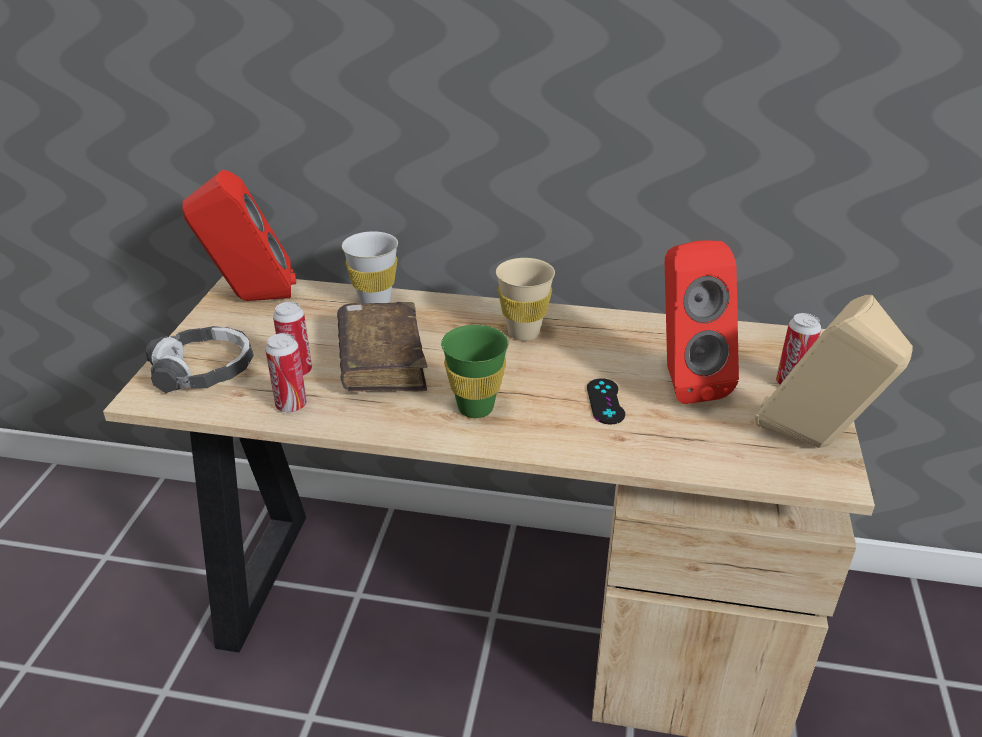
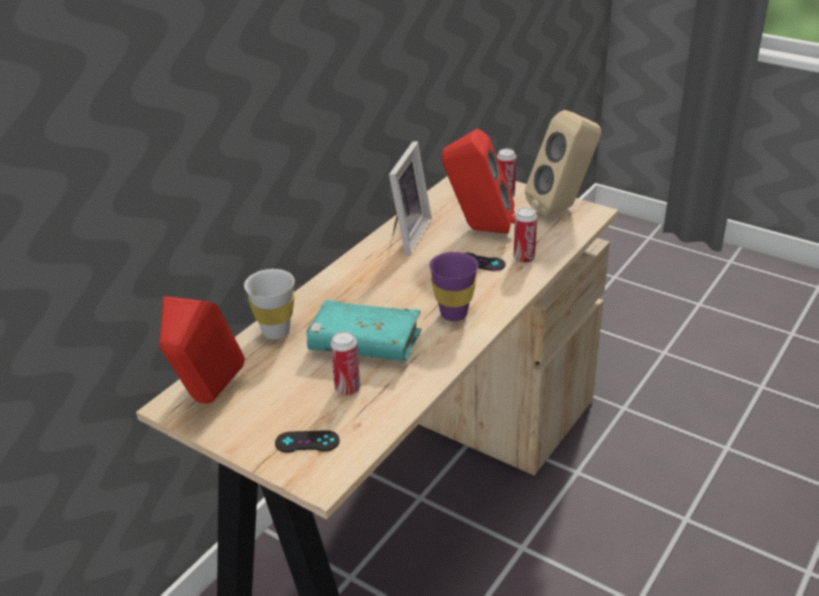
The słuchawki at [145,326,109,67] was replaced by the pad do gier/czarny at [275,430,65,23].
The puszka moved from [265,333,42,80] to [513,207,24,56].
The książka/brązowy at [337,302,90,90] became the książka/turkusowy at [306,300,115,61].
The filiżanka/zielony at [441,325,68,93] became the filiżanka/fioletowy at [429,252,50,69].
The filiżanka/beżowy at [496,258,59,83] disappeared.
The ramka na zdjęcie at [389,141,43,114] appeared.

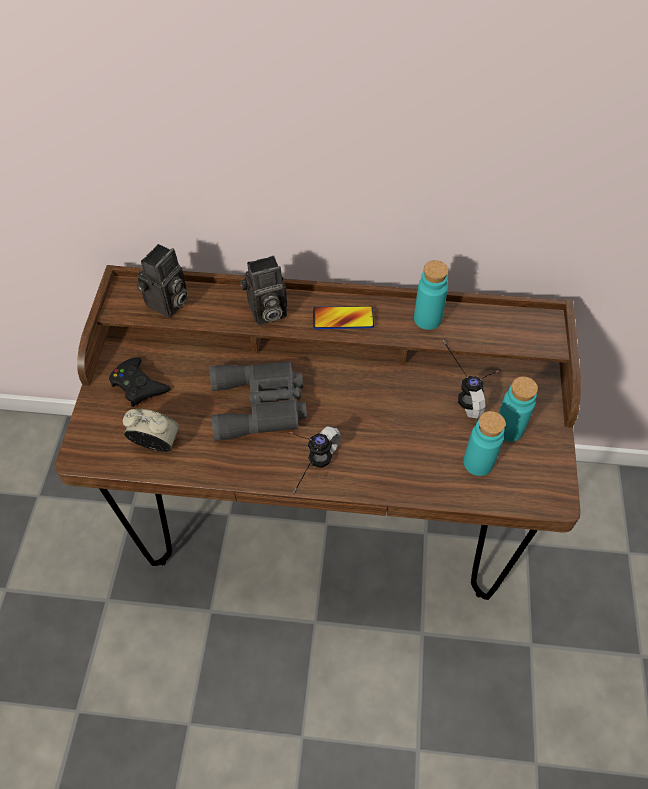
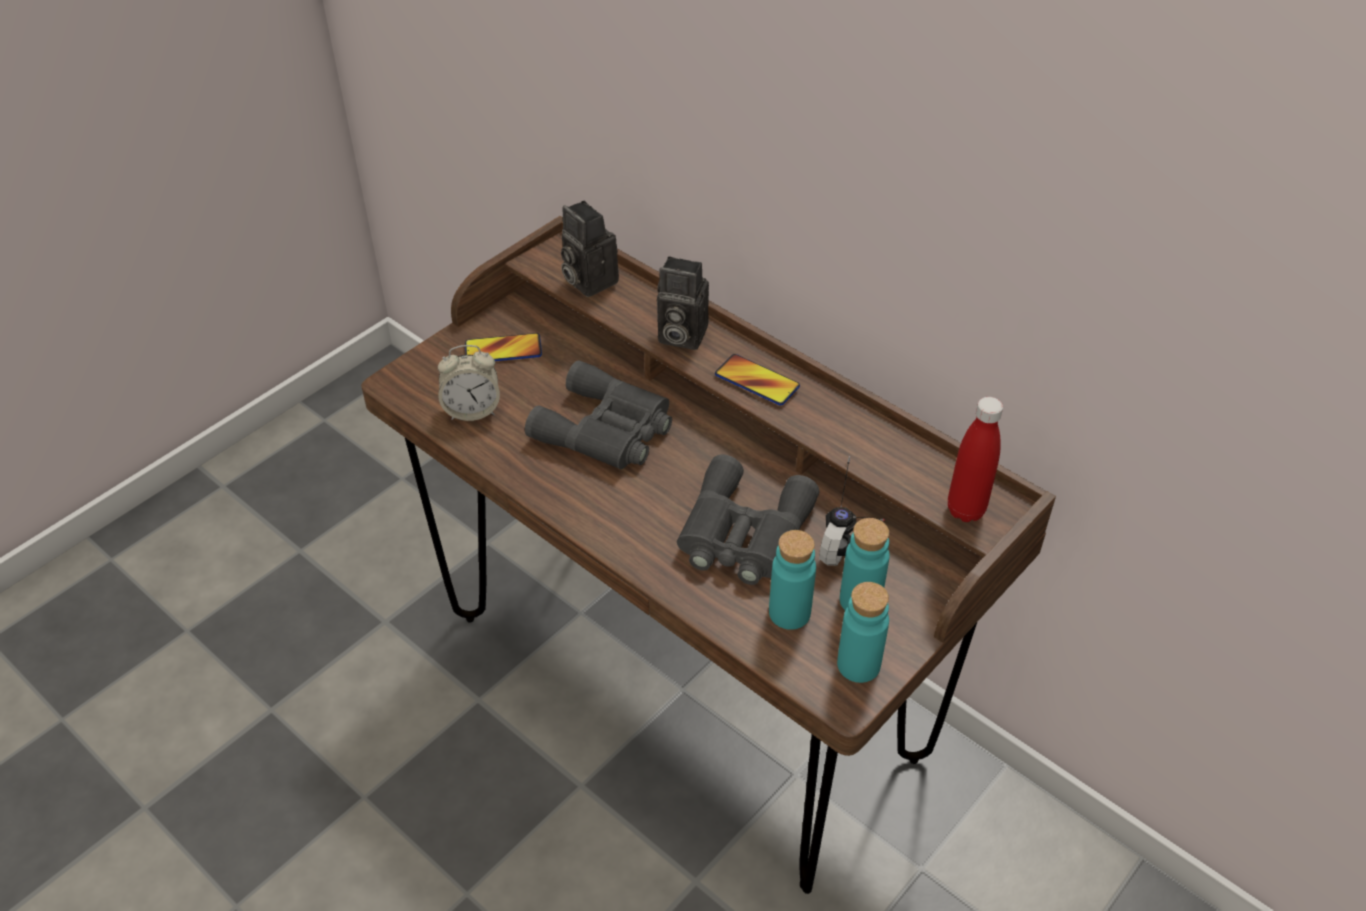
The pad do gier/czarny at [109,357,62,50] was replaced by the telefon at [465,333,77,28].
The budzik at [123,409,57,43] turned 120 degrees clockwise.
The aparat fotograficzny at [136,244,52,73] turned 75 degrees clockwise.
The słuchawki at [290,426,51,68] disappeared.
The butelka/turkusowy moved from [414,260,34,70] to [837,582,52,101].
The lornetka/szary at [677,454,142,131] appeared.
The butelka/czerwony at [948,397,55,125] appeared.

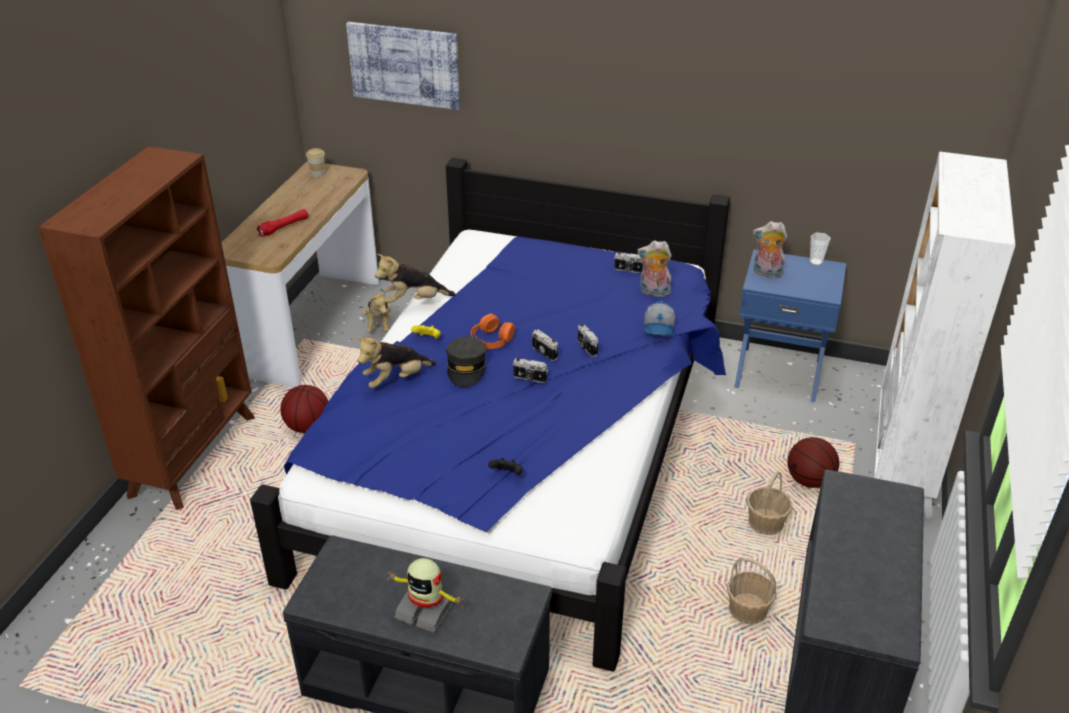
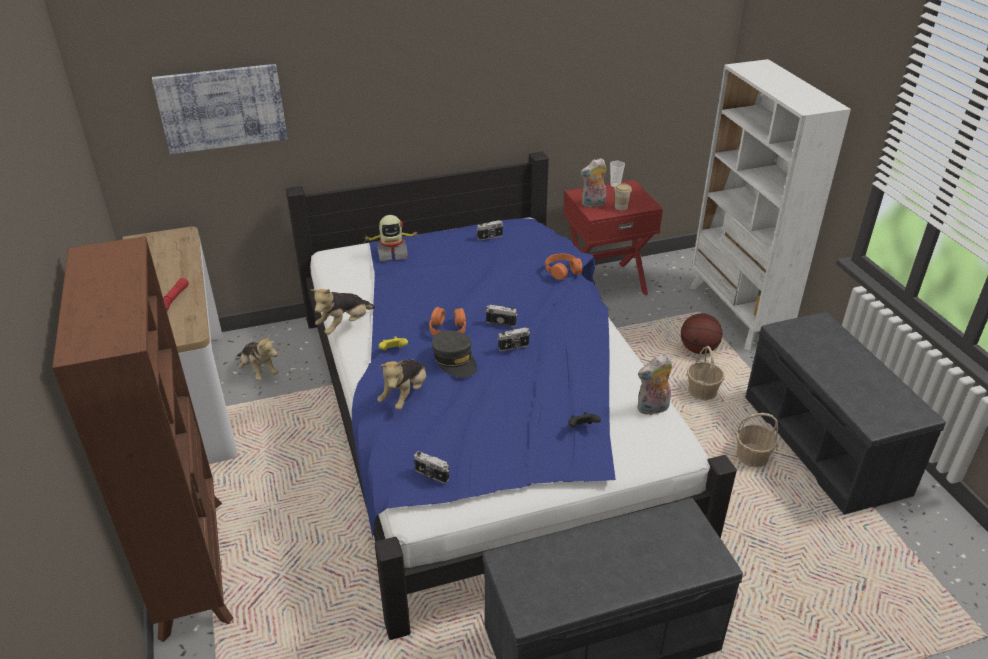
The piłka do koszykówki at [280,385,49,48] disappeared.
The filiżanka moved from [306,148,19,29] to [614,183,18,28].
The robot zabawkowy moved from [386,558,79,75] to [364,215,55,46].
The aparat fotograficzny moved from [578,324,20,33] to [414,451,35,33].
The pluszak moved from [637,240,35,57] to [637,354,35,61].
The czapka z daszkiem at [644,300,31,36] was replaced by the słuchawki/pomarańczowy at [546,254,36,26].
The szafka nocna/niebieski at [734,249,112,153] became the szafka nocna/czerwony at [563,180,100,115].

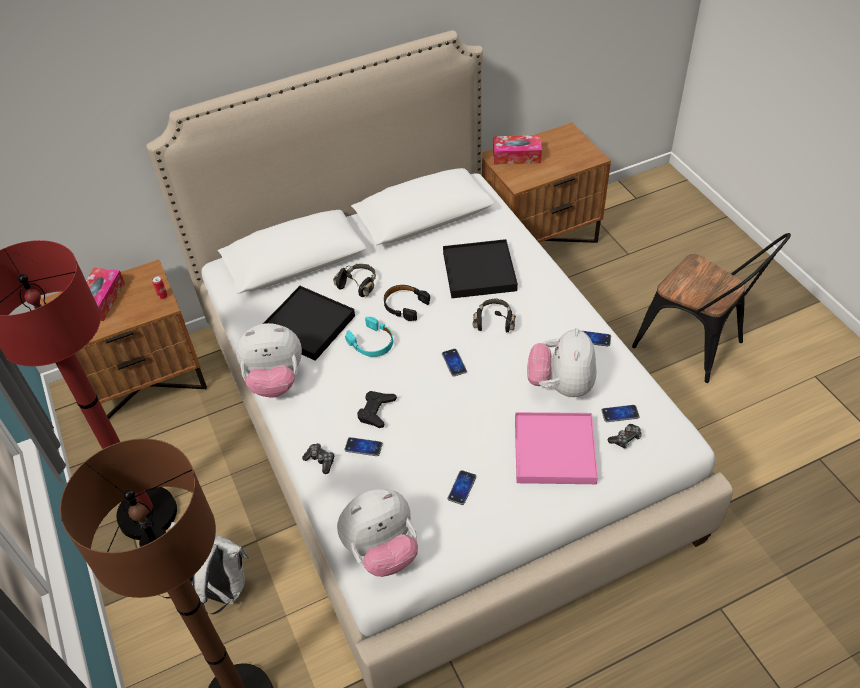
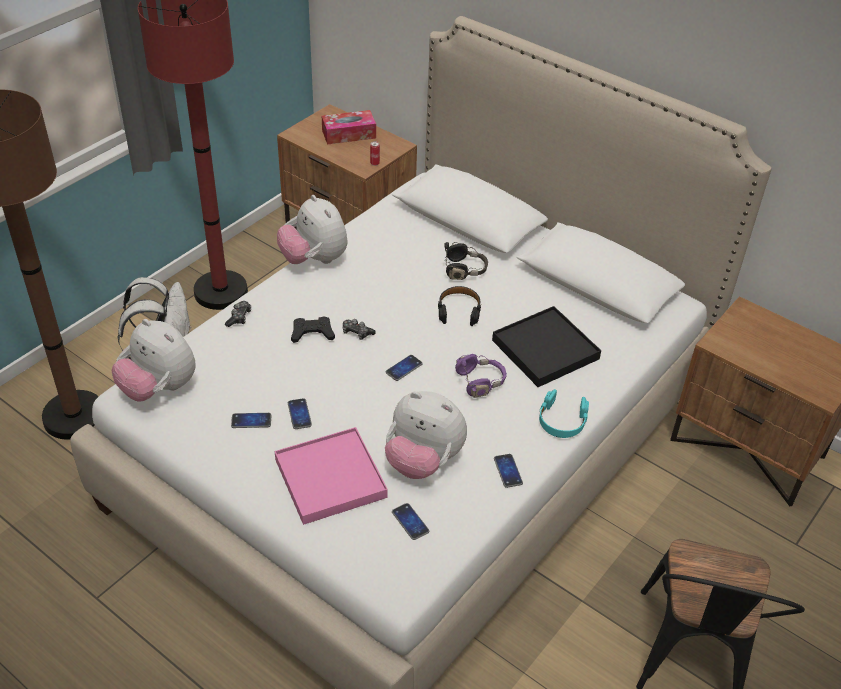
The taca/czarny at [263,286,92,75] disappeared.
The telefon moved from [344,437,39,19] to [288,398,24,31].
The słuchawki/turkusowy moved from [345,317,48,40] to [539,389,50,49].
The słuchawki/czarny at [473,298,43,34] became the słuchawki/fioletowy at [455,354,52,44].
The pudełko chusteczek at [493,135,49,30] disappeared.
The pluszak at [527,328,69,69] turned 135 degrees counterclockwise.
The pad do gier moved from [608,424,34,25] to [343,319,33,21].

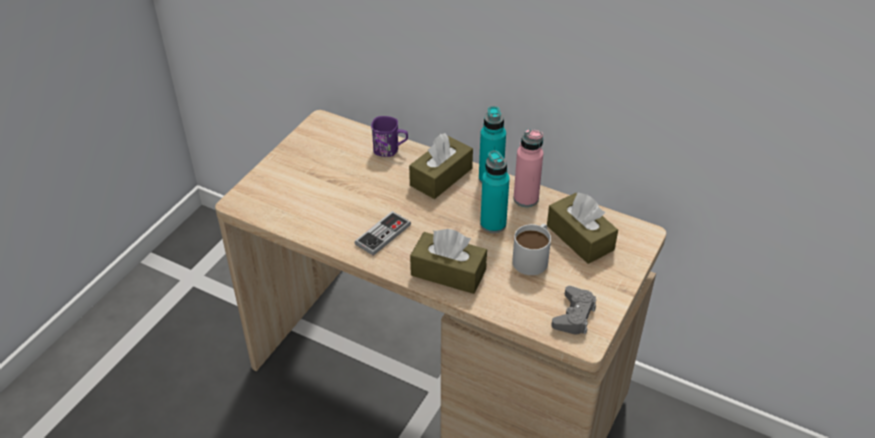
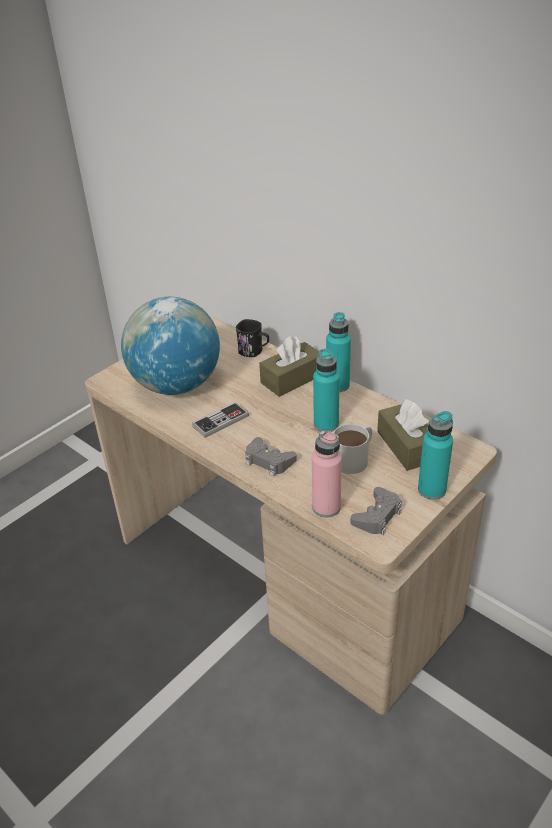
The kubek/fioletowy at [371,116,37,41] became the kubek/czarny at [236,319,33,38].
The pudełko chusteczek/brązowy at [410,229,77,65] was replaced by the pad do gier/szary at [245,437,52,39].
The butelka/różowy moved from [513,129,30,78] to [312,430,30,88].
The globus at [121,297,99,98] appeared.
The butelka/turkusowy at [418,411,35,89] appeared.

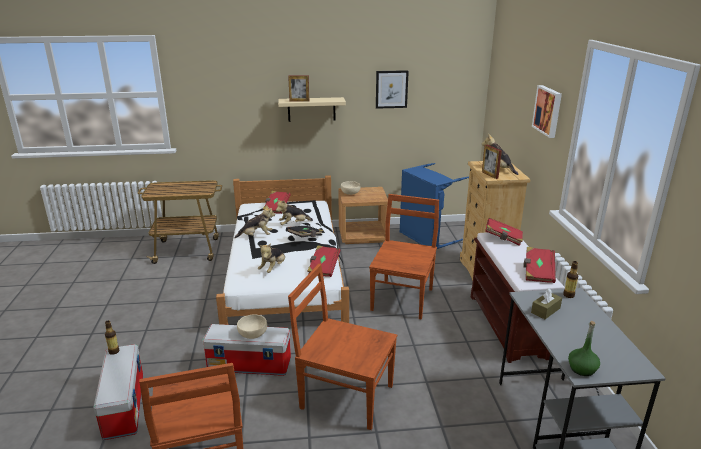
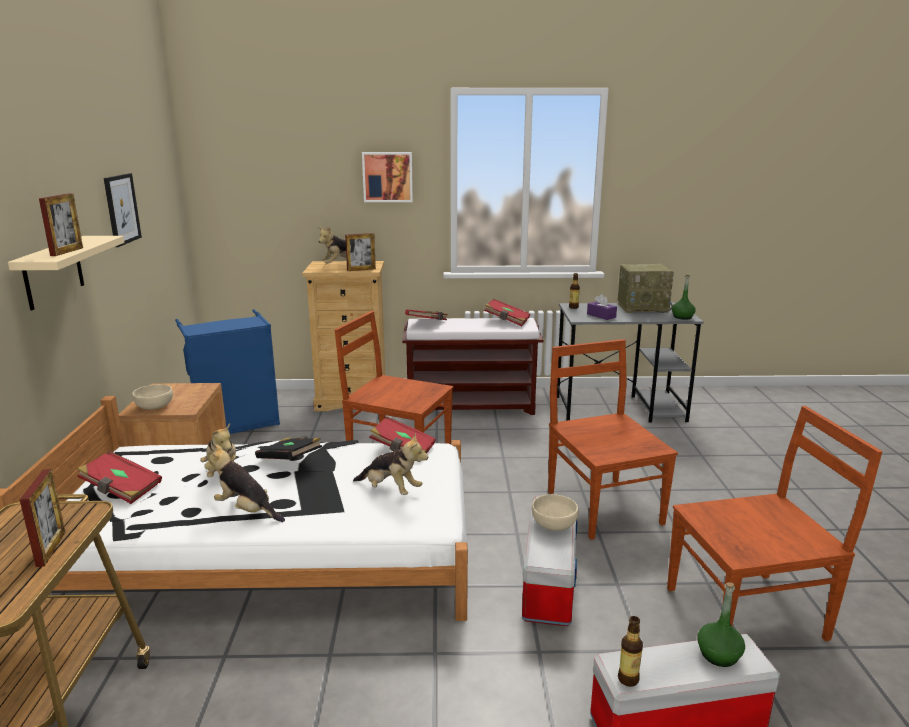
The pluszak at [234,205,41,33] turned 60 degrees counterclockwise.
The krzesło/brązowy at [288,264,109,166] turned 135 degrees clockwise.
The pudełko chusteczek/brązowy at [531,288,31,31] became the pudełko chusteczek/fioletowy at [587,294,30,26].
The ramka na zdjęcie at [20,469,46,98] appeared.
The radio at [618,264,56,49] appeared.
The butelka/zielony at [697,582,48,85] appeared.

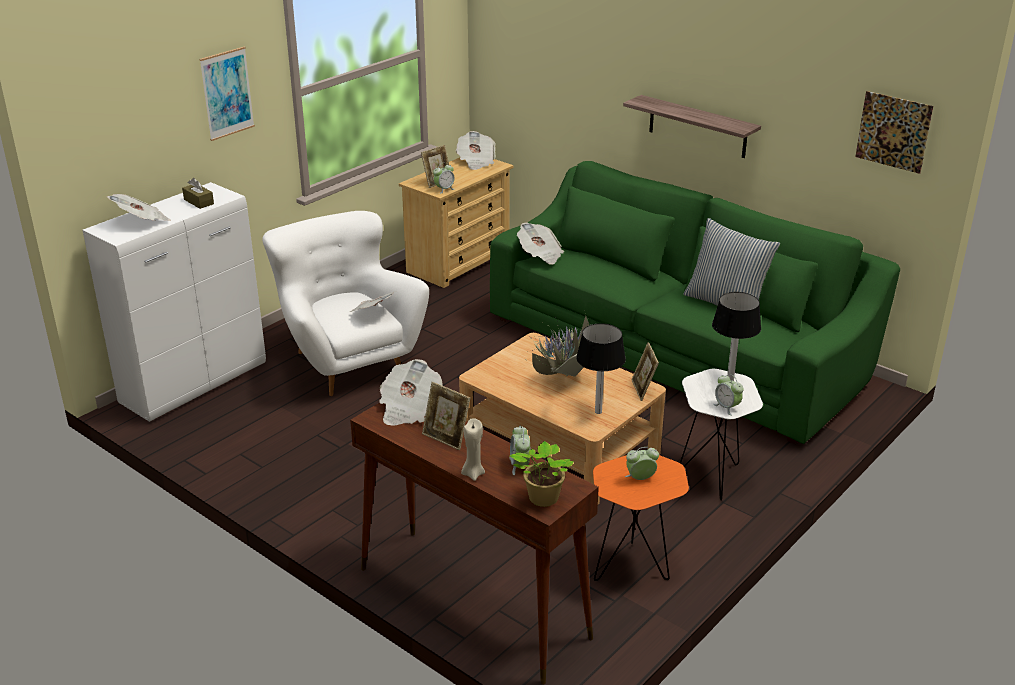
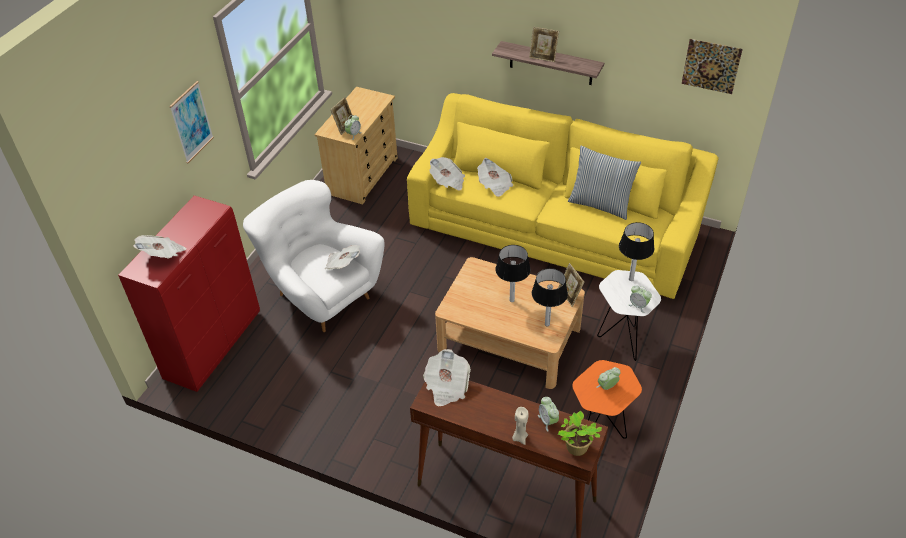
The szafka/biały at [82,182,184,240] became the szafka/czerwony at [118,195,142,197].
The pudełko chusteczek/brązowy at [182,178,32,31] disappeared.
The ramka na zdjęcie moved from [422,382,48,68] to [529,27,30,35].
The gazeta moved from [456,131,40,39] to [477,158,36,39].
The kanapa/zielony at [490,161,410,283] became the kanapa/żółty at [407,93,312,206].
The roślina doniczkowa at [525,313,64,64] was replaced by the lampa stołowa at [495,245,36,57].

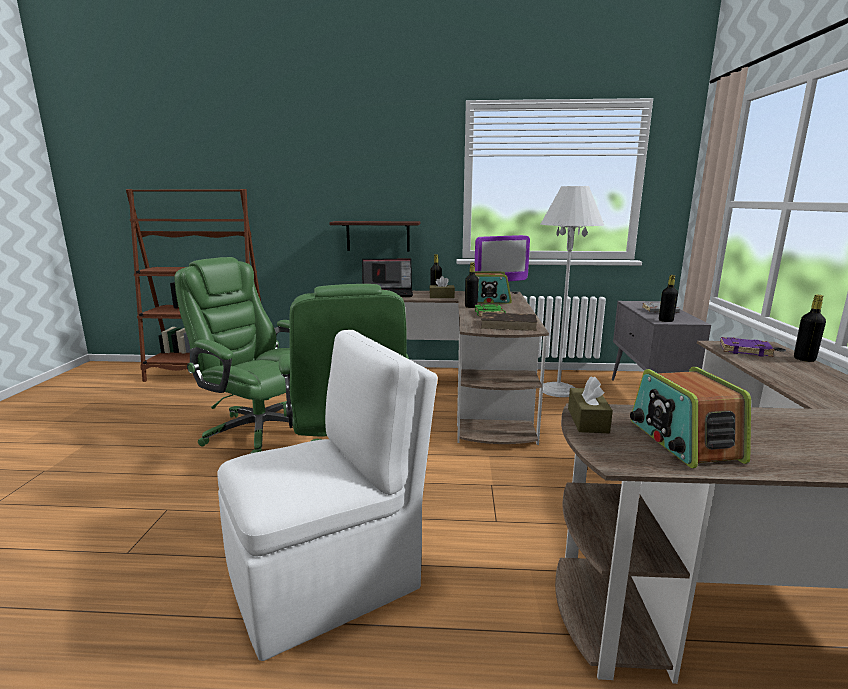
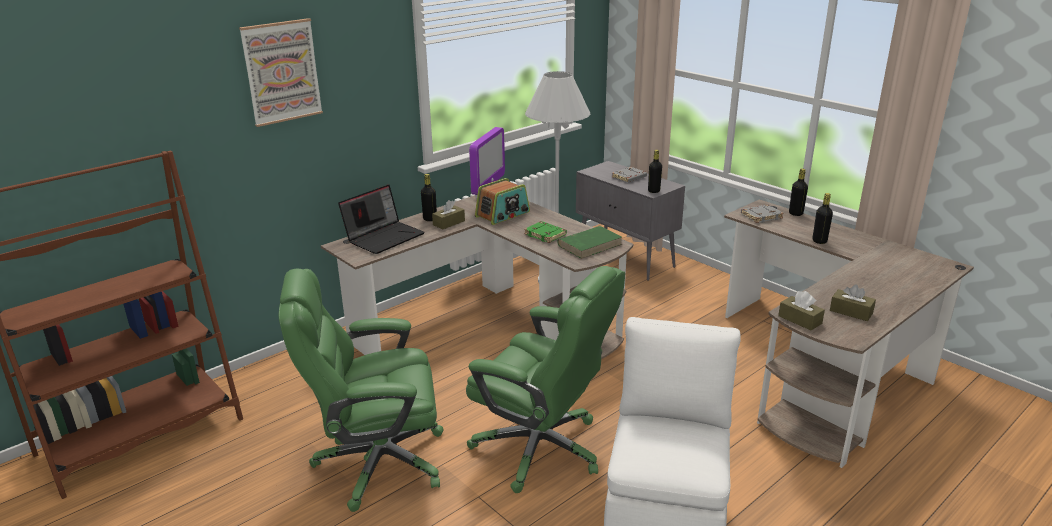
The półka at [329,221,91,30] disappeared.
The butelka/czarny moved from [465,262,14,46] to [813,193,20,51].
The książka/brązowy at [481,312,56,19] became the książka/zielony at [557,226,65,33].
The radio at [630,367,121,101] was replaced by the pudełko chusteczek/brązowy at [830,284,46,37].
The książka/fioletowy at [720,337,55,20] became the książka/szary at [741,205,43,18].
The obraz at [239,18,84,109] appeared.

